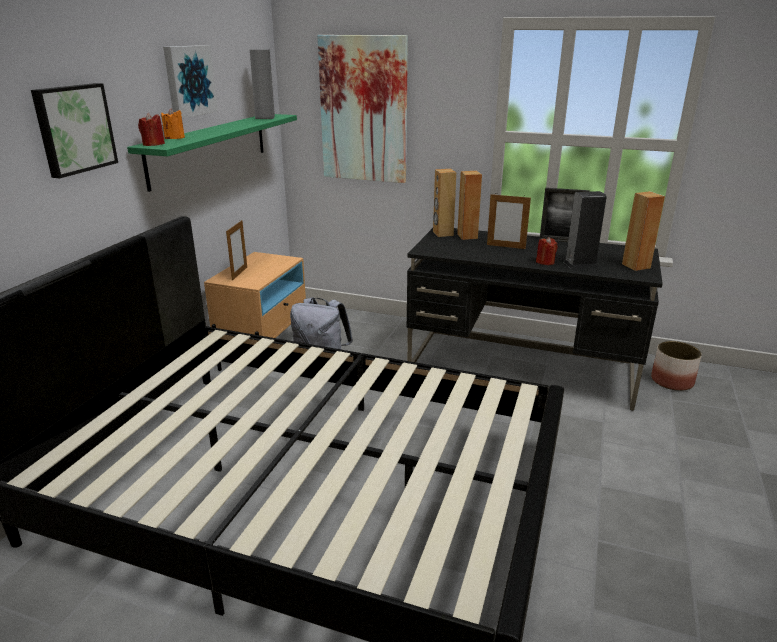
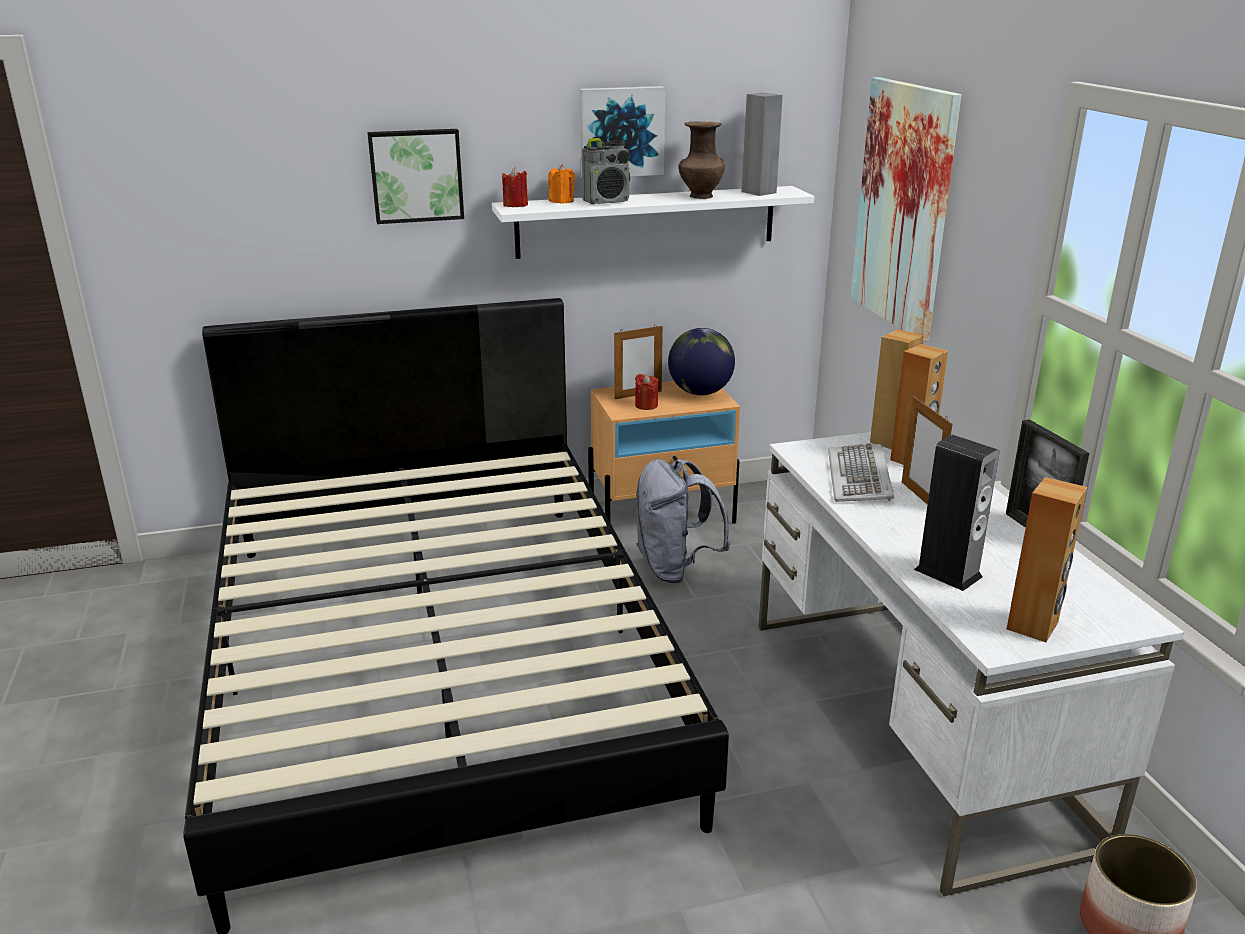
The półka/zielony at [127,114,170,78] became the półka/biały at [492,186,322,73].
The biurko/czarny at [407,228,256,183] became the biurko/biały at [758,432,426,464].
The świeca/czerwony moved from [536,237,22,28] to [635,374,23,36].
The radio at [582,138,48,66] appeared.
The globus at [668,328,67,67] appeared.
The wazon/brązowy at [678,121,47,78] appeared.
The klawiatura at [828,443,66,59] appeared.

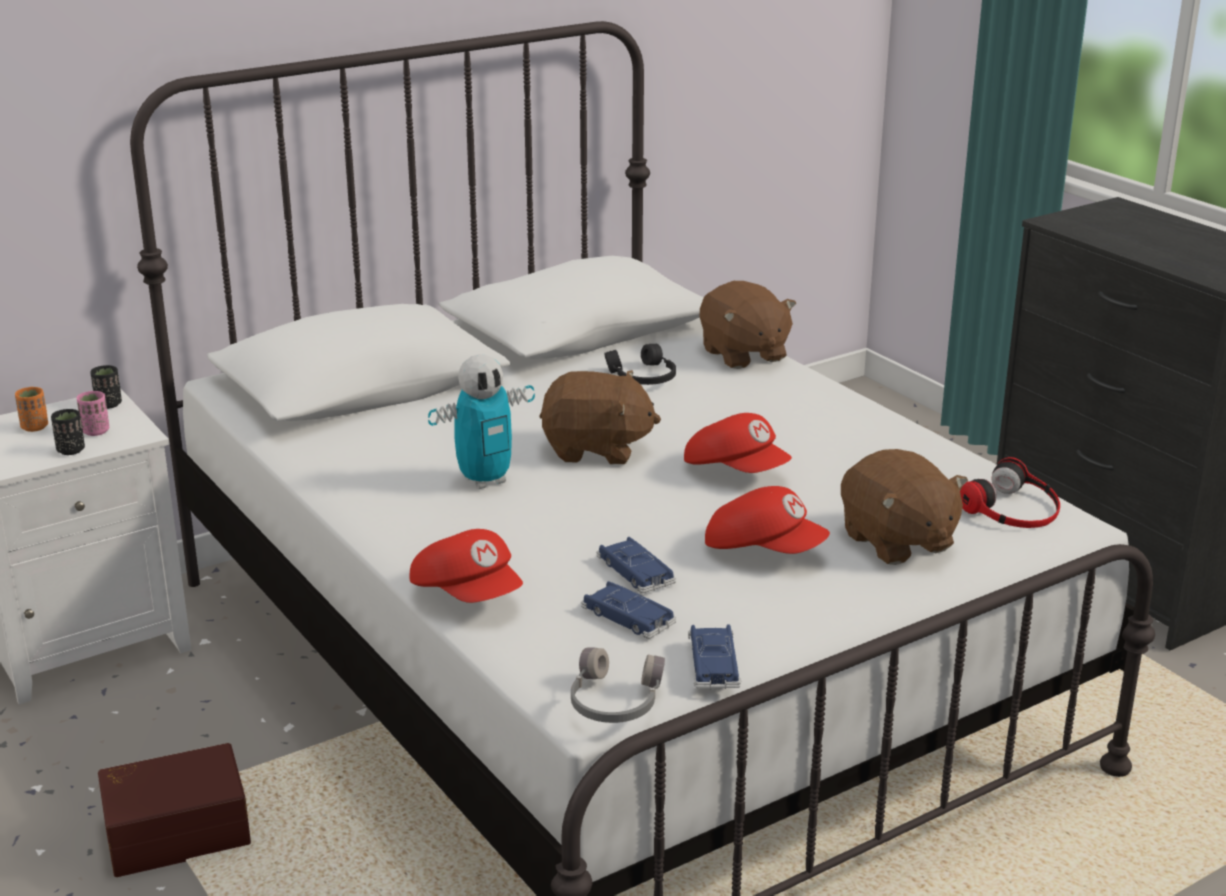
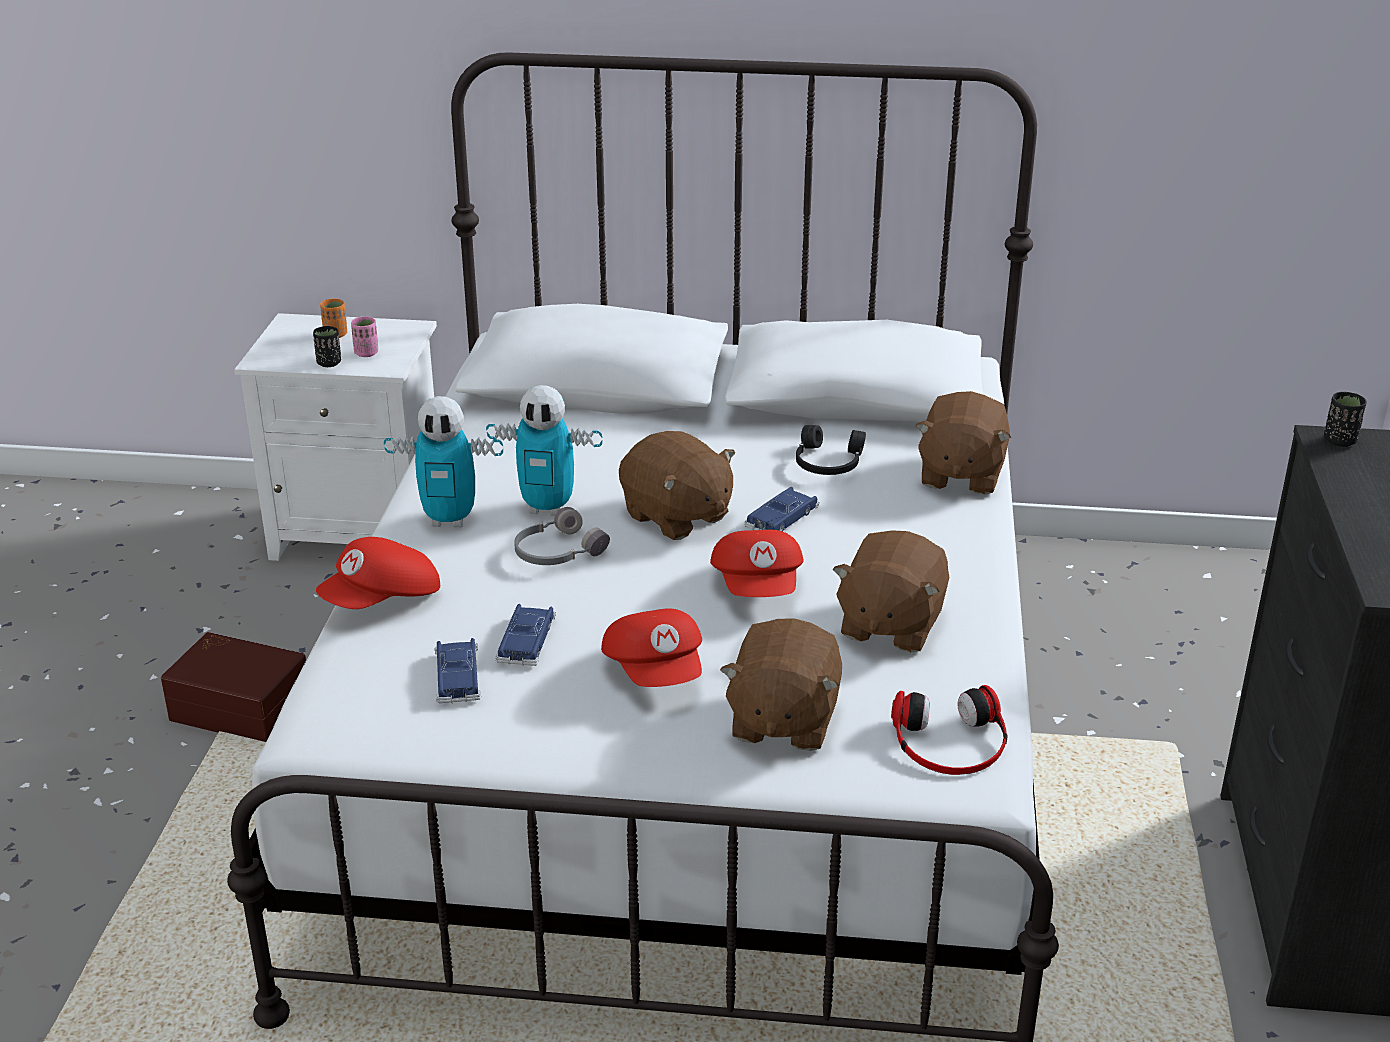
The filiżanka/czarny moved from [91,365,31,44] to [1324,392,43,55].
The czapka z daszkiem/czerwony at [410,529,113,74] turned 45 degrees clockwise.
The słuchawki/szary moved from [571,647,94,76] to [514,507,96,58].
The samochodzik/niebieski moved from [688,624,53,65] to [744,487,76,44].
The robot zabawkowy at [384,396,119,131] appeared.
The pluszak/brązowy at [832,530,117,122] appeared.

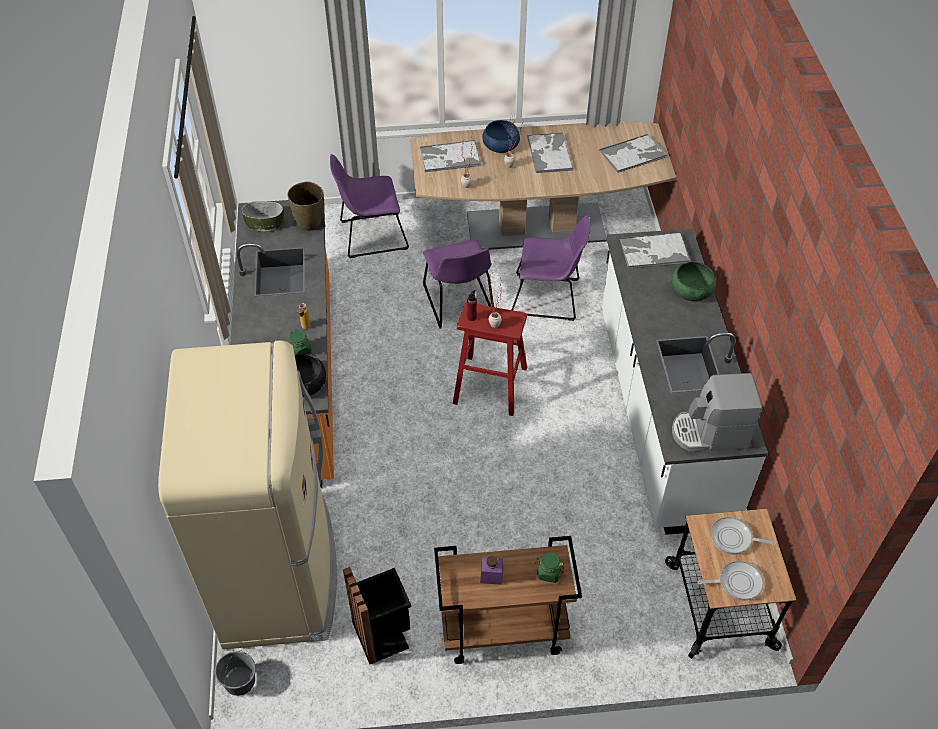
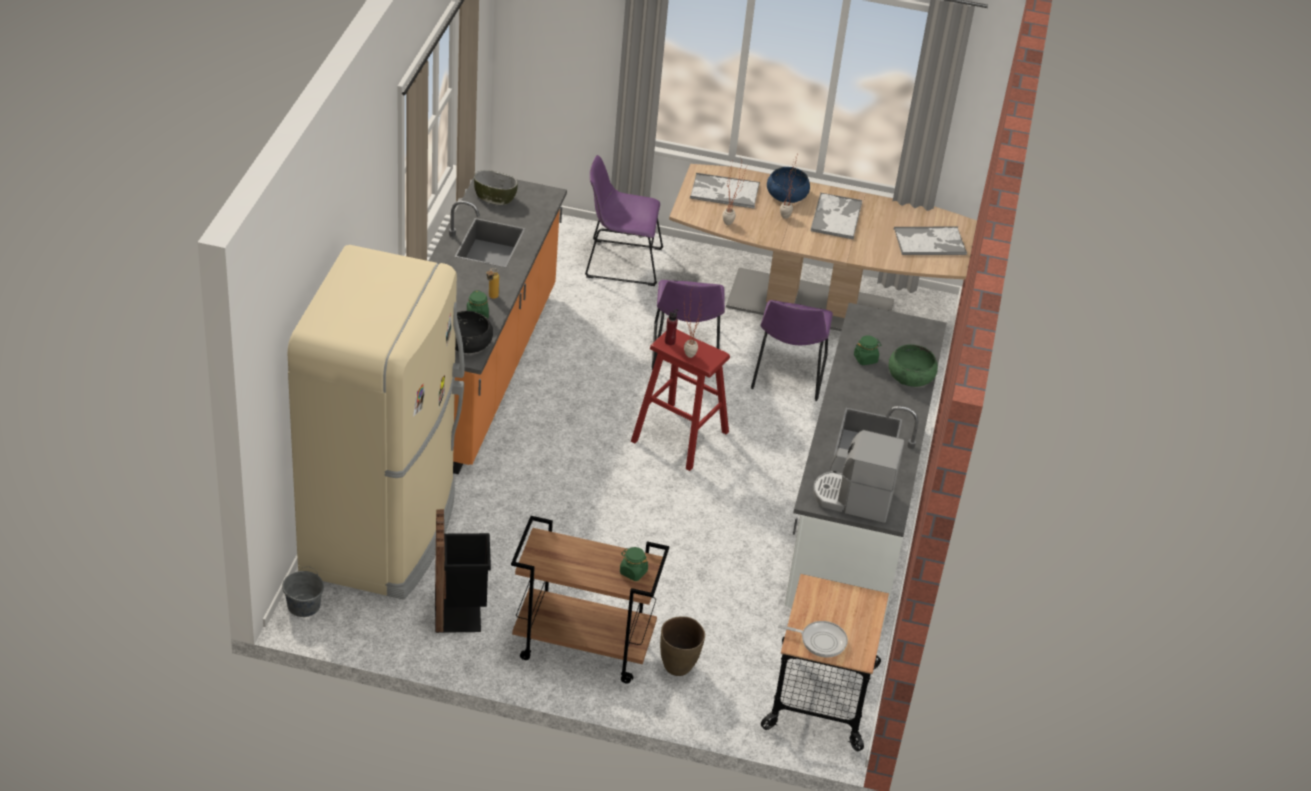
The wazon/brązowy moved from [287,182,37,49] to [660,616,45,60].
The słoik/fioletowy at [480,556,23,29] disappeared.
The krzesło/fioletowy at [512,215,78,106] turned 75 degrees clockwise.
The taca at [619,232,72,36] disappeared.
The patelnia at [710,517,66,37] disappeared.
The słoik/zielony at [854,335,27,30] appeared.

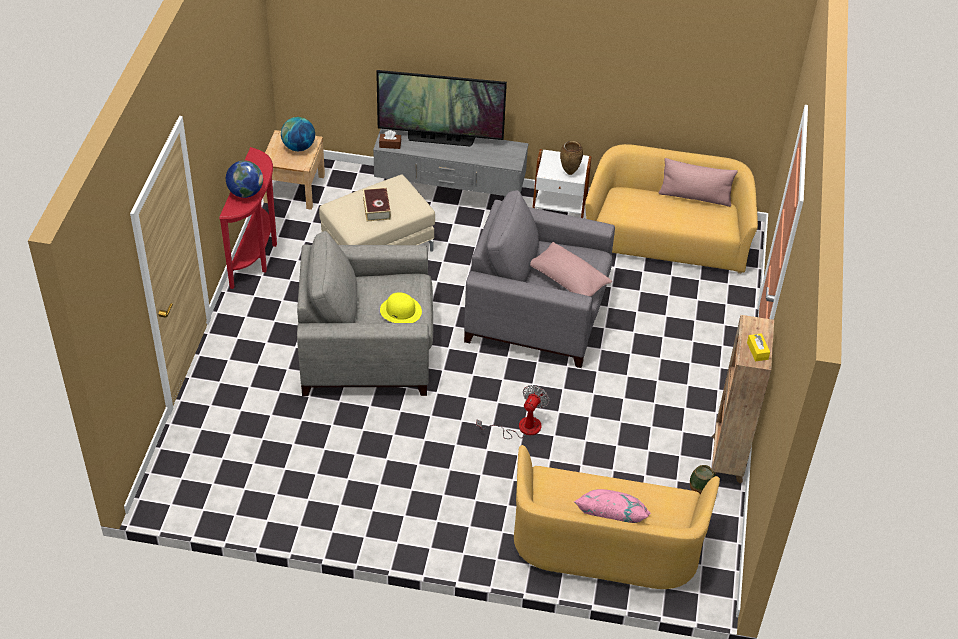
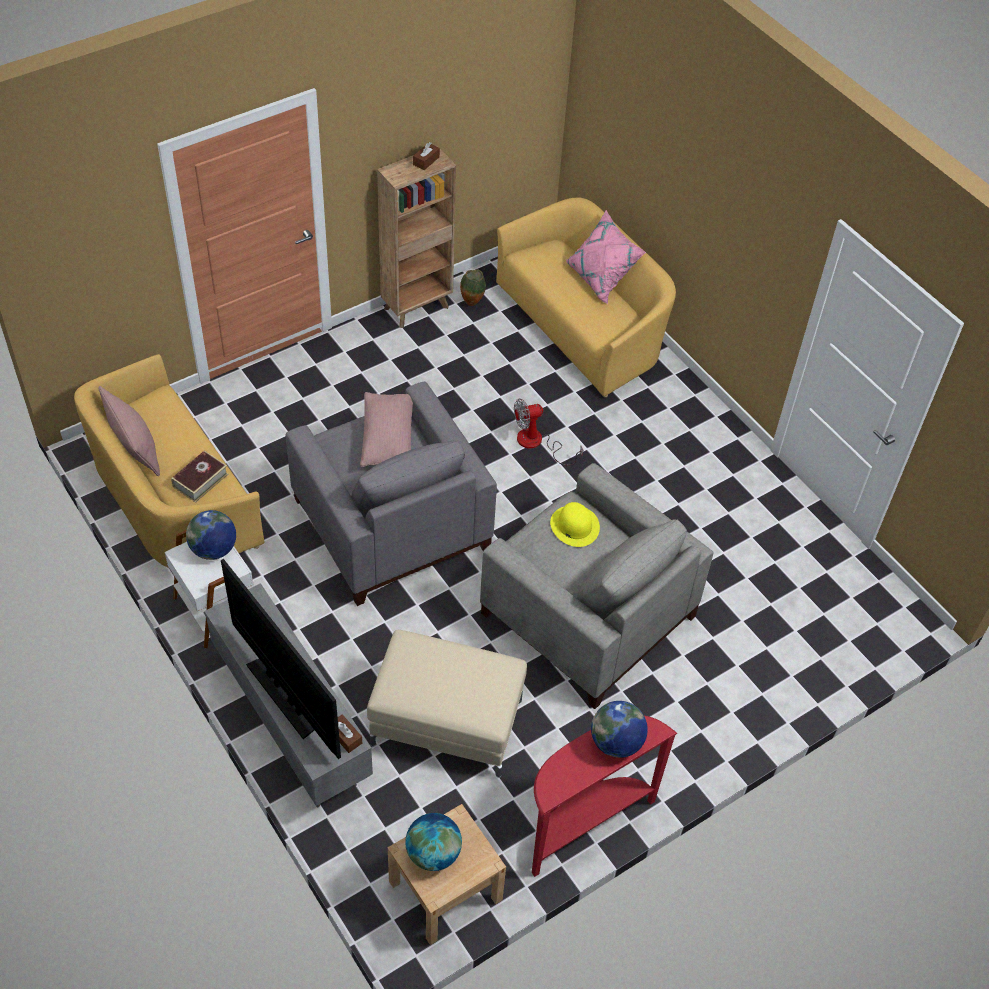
The książka moved from [363,187,28,34] to [171,450,57,53].
The wazon/brązowy at [560,141,23,34] was replaced by the globus at [186,510,50,50].
The pudełko chusteczek/żółty at [747,333,23,28] became the pudełko chusteczek/brązowy at [413,142,27,28].

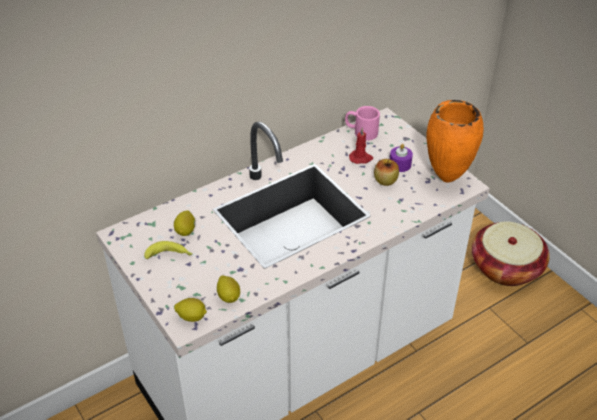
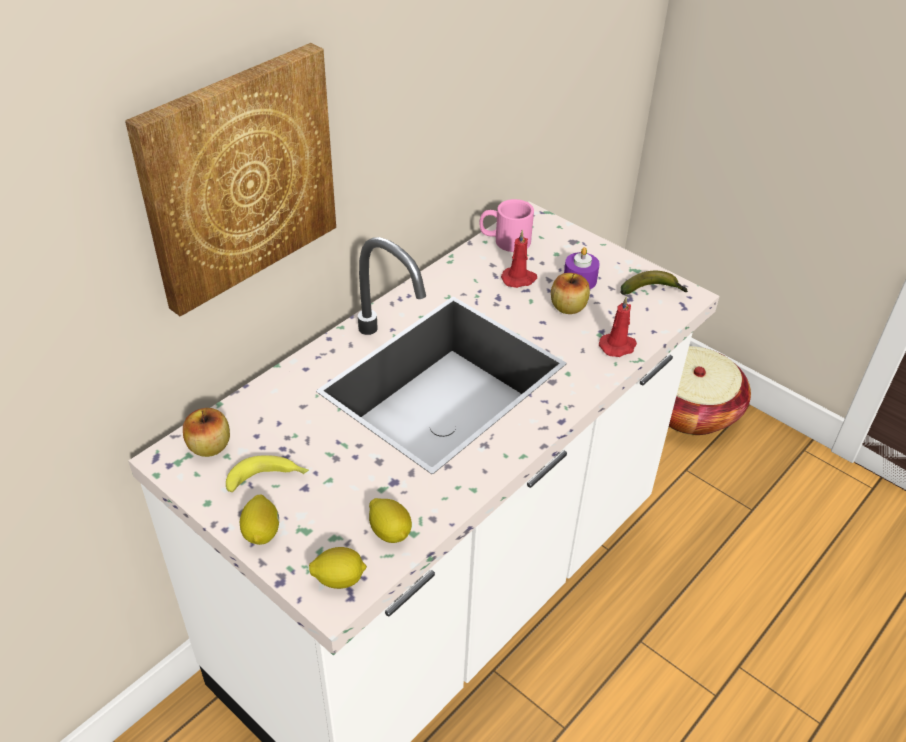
The cytryna moved from [174,210,21,26] to [240,495,39,50].
The wazon/pomarańczowy at [426,100,58,82] was replaced by the banan at [620,271,68,24].
The obraz at [125,43,211,273] appeared.
The jabłko at [183,408,47,49] appeared.
The świeca/czerwony at [599,296,38,61] appeared.

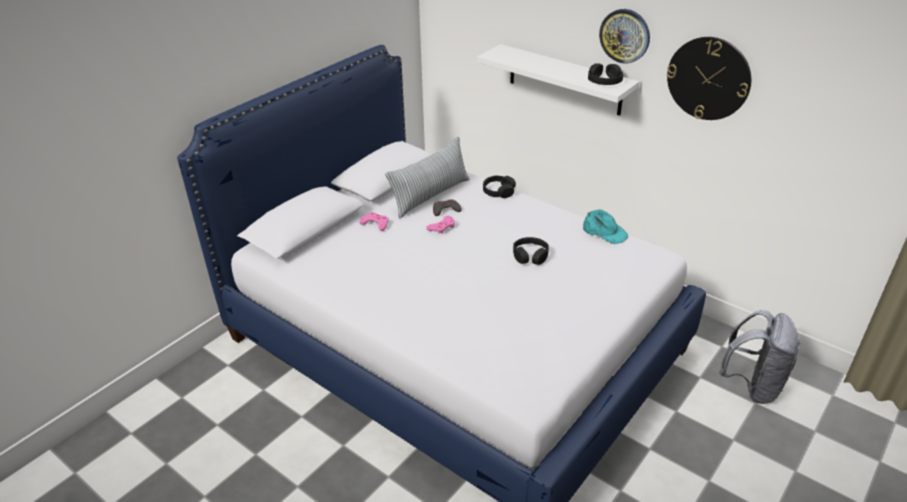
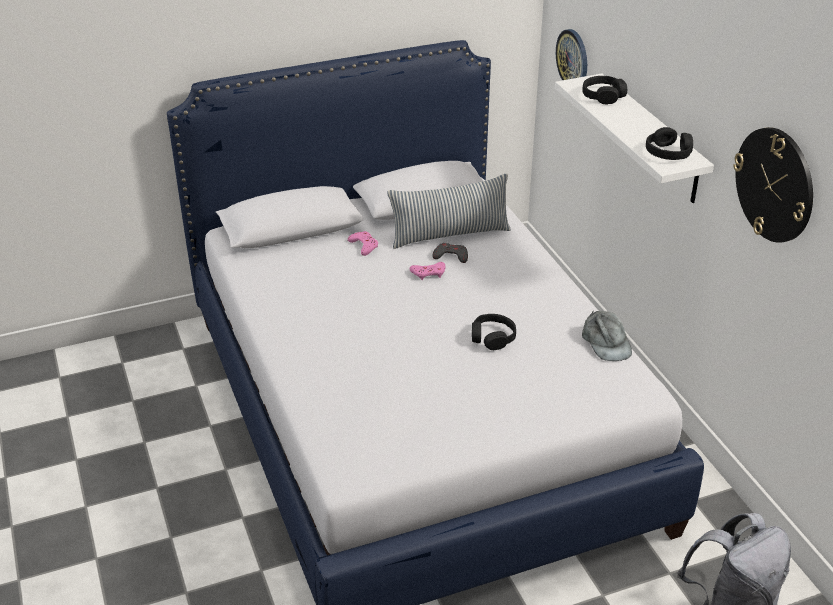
The słuchawki/czarny moved from [483,176,33,22] to [583,76,44,29].
The czapka z daszkiem/turkusowy at [583,209,45,35] became the czapka z daszkiem/szary at [582,311,50,50].
The zegar ścienny moved from [599,9,51,54] to [556,29,31,51].

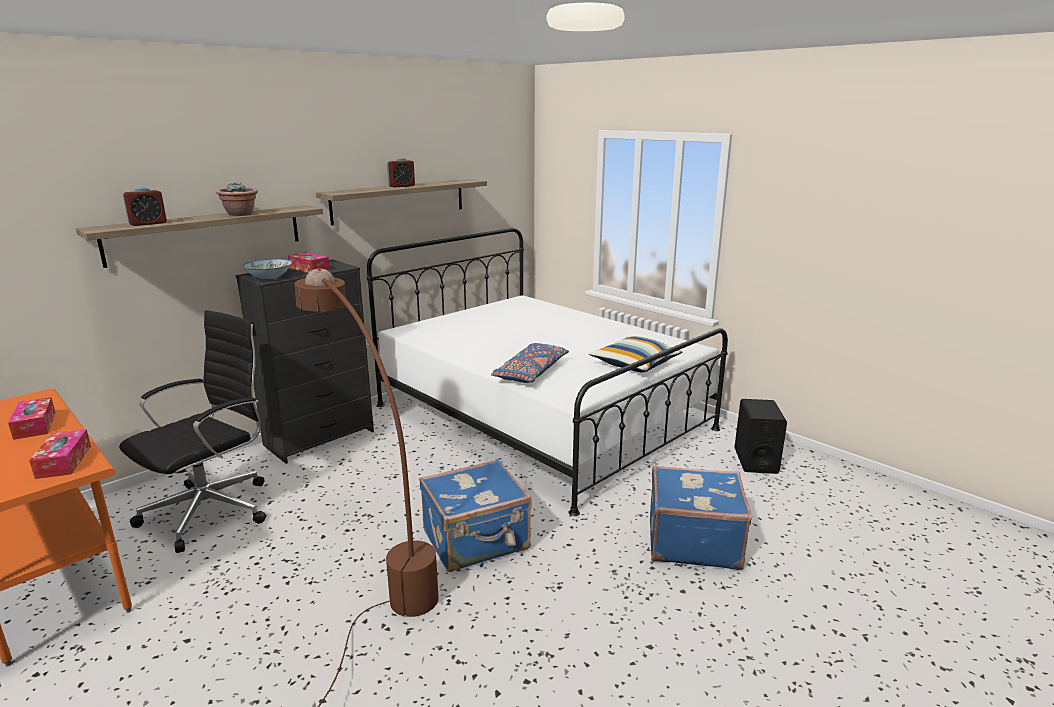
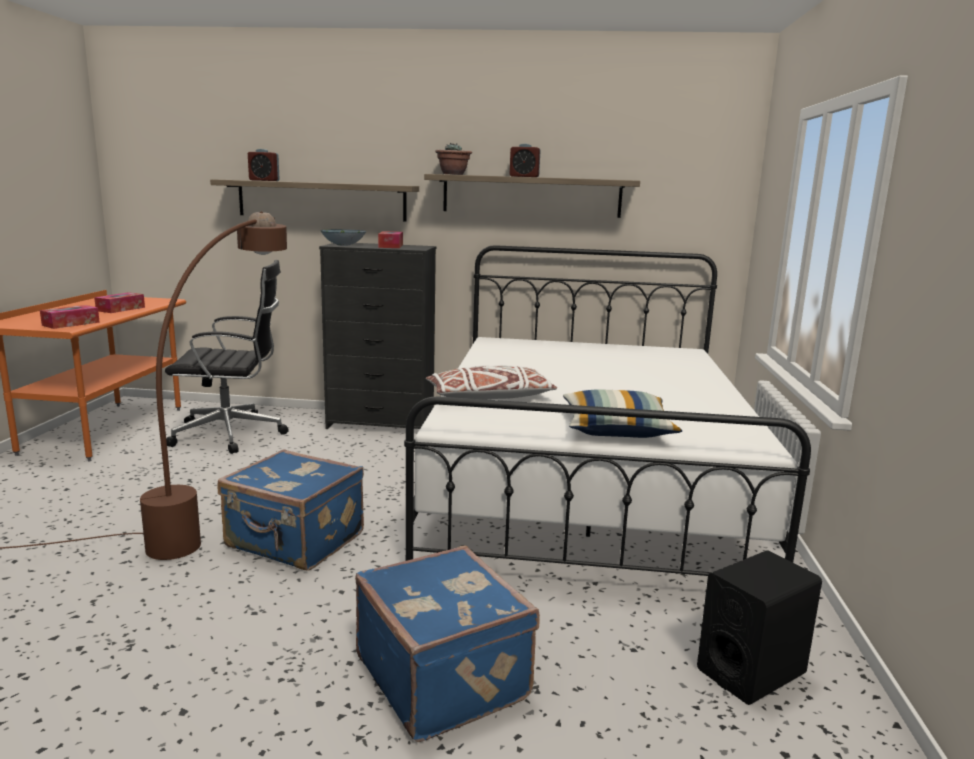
The roślina doniczkowa moved from [216,183,42,33] to [435,143,37,32].
The poduszka/niebieski at [491,343,78,40] became the poduszka/biały at [426,365,131,35].

